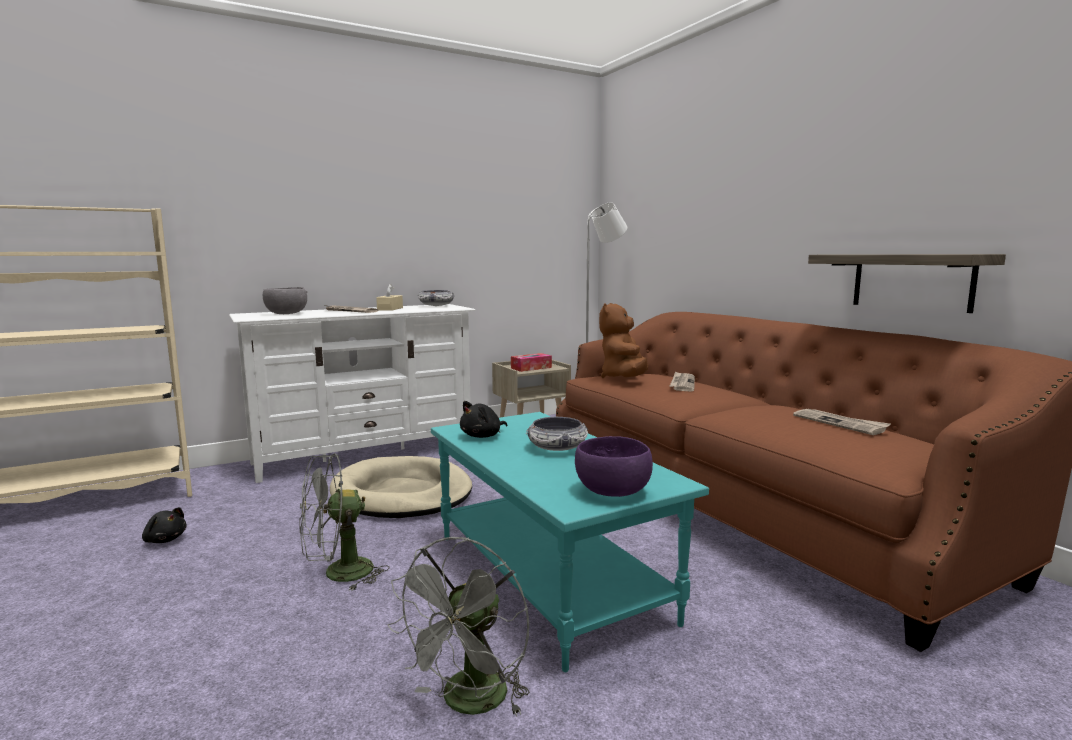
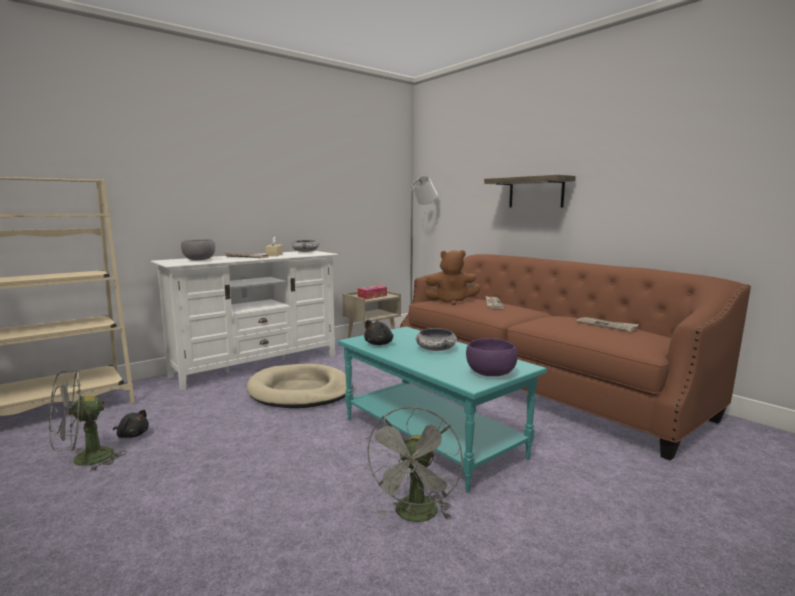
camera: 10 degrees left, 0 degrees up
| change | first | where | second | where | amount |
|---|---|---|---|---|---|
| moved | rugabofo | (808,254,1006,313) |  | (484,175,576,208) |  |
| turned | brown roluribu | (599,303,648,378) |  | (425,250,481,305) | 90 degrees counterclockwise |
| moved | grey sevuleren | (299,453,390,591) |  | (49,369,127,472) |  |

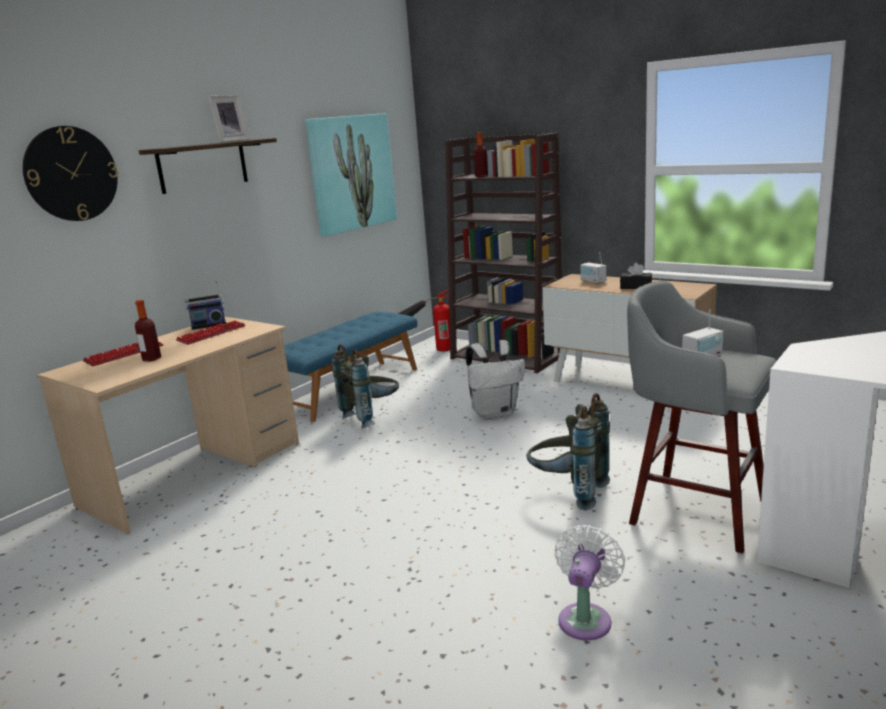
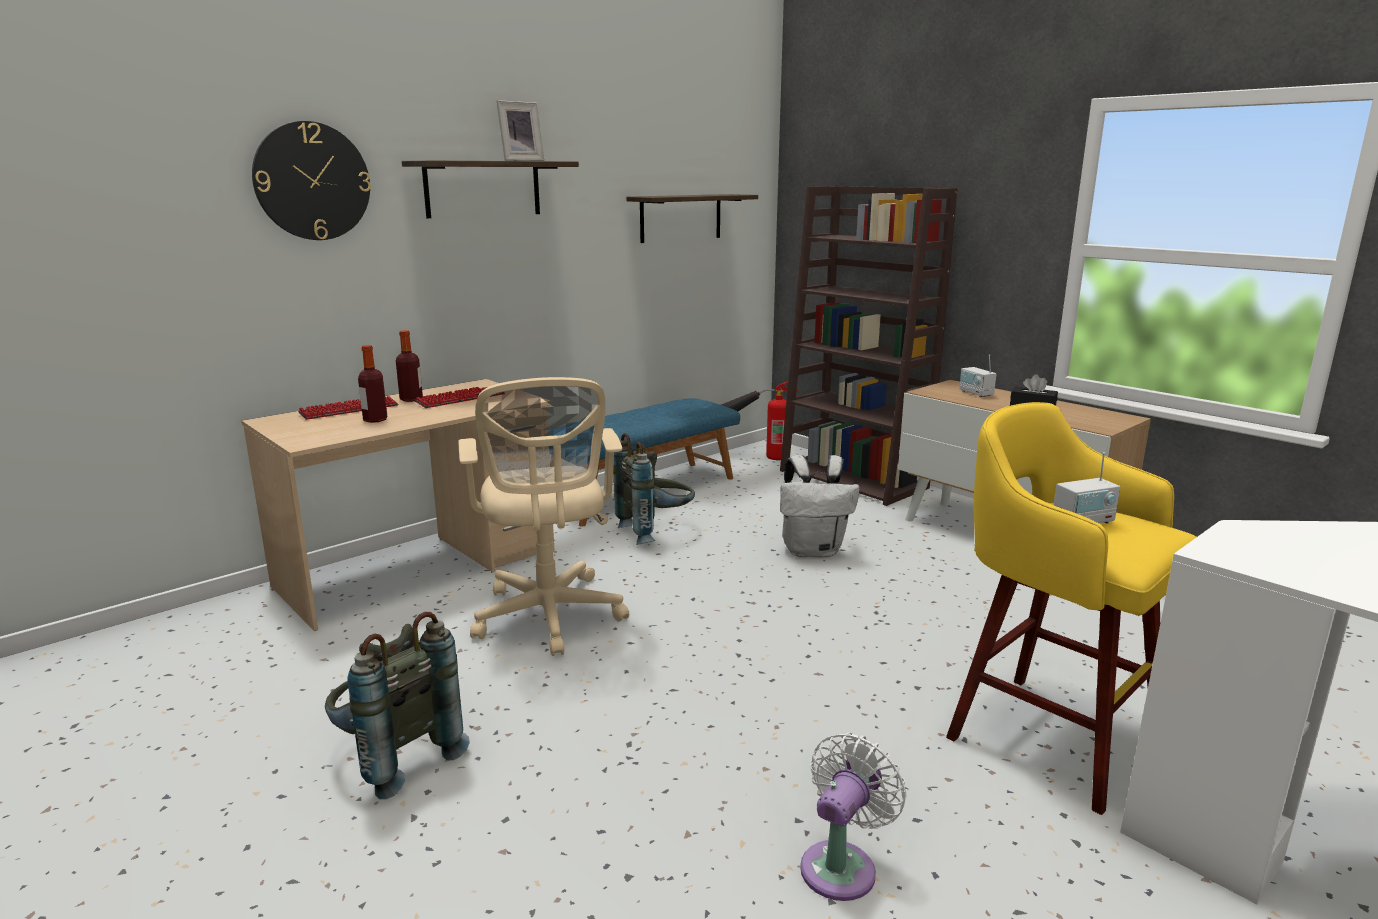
camera: 10 degrees right, 0 degrees up
| change | first | where | second | where | amount |
|---|---|---|---|---|---|
| replaced | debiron | (305,113,397,237) | rugabofo | (626,194,758,243) |  |
| moved | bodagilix | (474,132,488,177) |  | (396,330,423,402) |  |
| removed | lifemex | (185,281,226,330) |  |  |  |
| recoloured | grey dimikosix | (627,281,777,554) | yellow dimikosix | (946,402,1196,815) |  |
| moved | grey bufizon | (526,393,610,511) |  | (325,612,470,799) |  |
| added |  |  | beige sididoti | (458,377,629,656) |  |

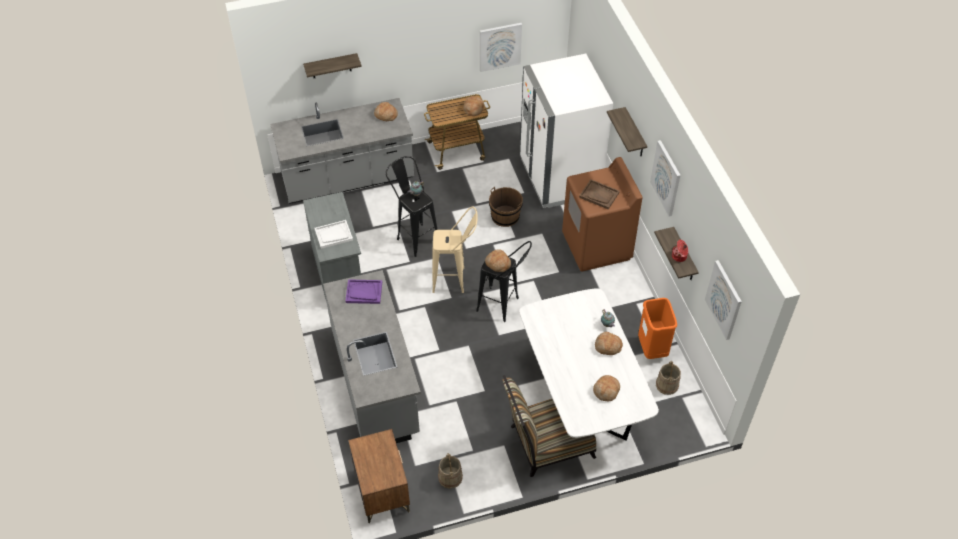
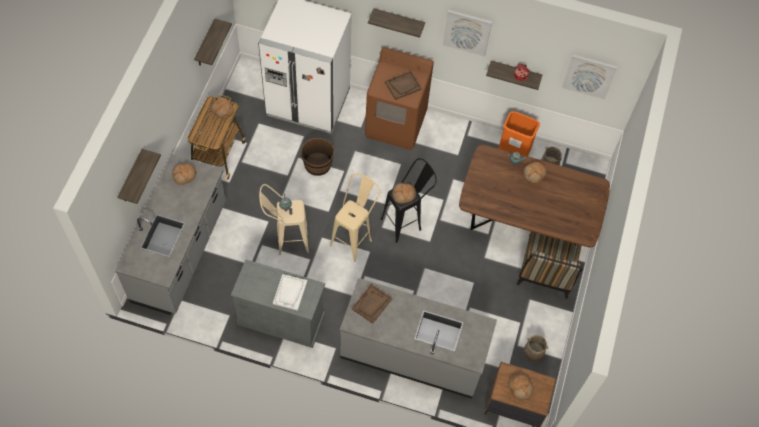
camera: 60 degrees left, 10 degrees up
| change | first | where | second | where | amount |
|---|---|---|---|---|---|
| replaced | debiron | (480,23,522,72) | rugabofo | (194,18,232,65) |  |
| recoloured | black dimikosix | (386,156,438,257) | beige dimikosix | (259,184,309,255) |  |
| recoloured | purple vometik | (345,279,382,304) | brown vometik | (352,284,392,324) |  |
| recoloured | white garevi | (519,288,659,441) | brown garevi | (459,145,610,248) |  |
| moved | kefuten | (593,375,620,402) |  | (508,374,534,400) |  |

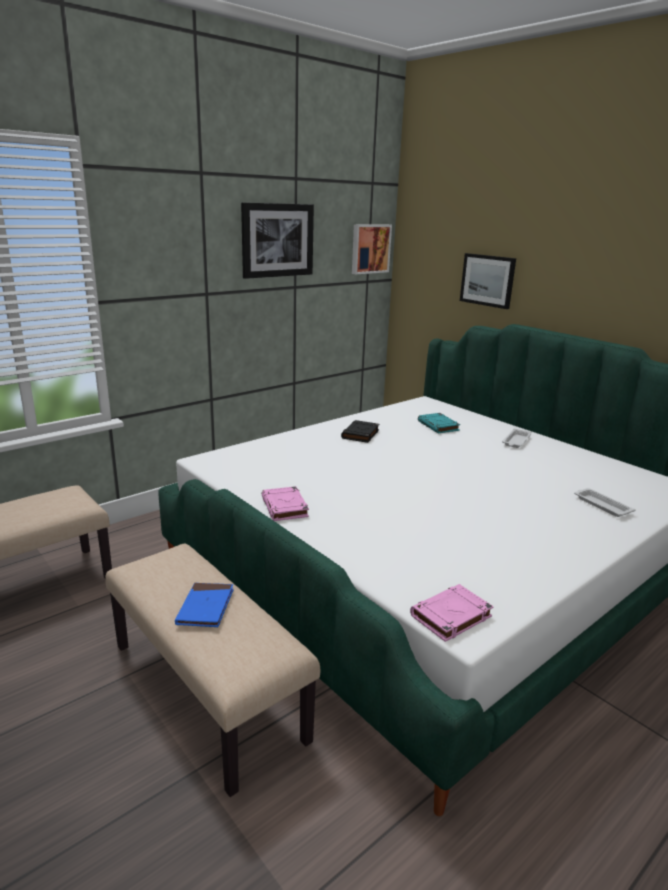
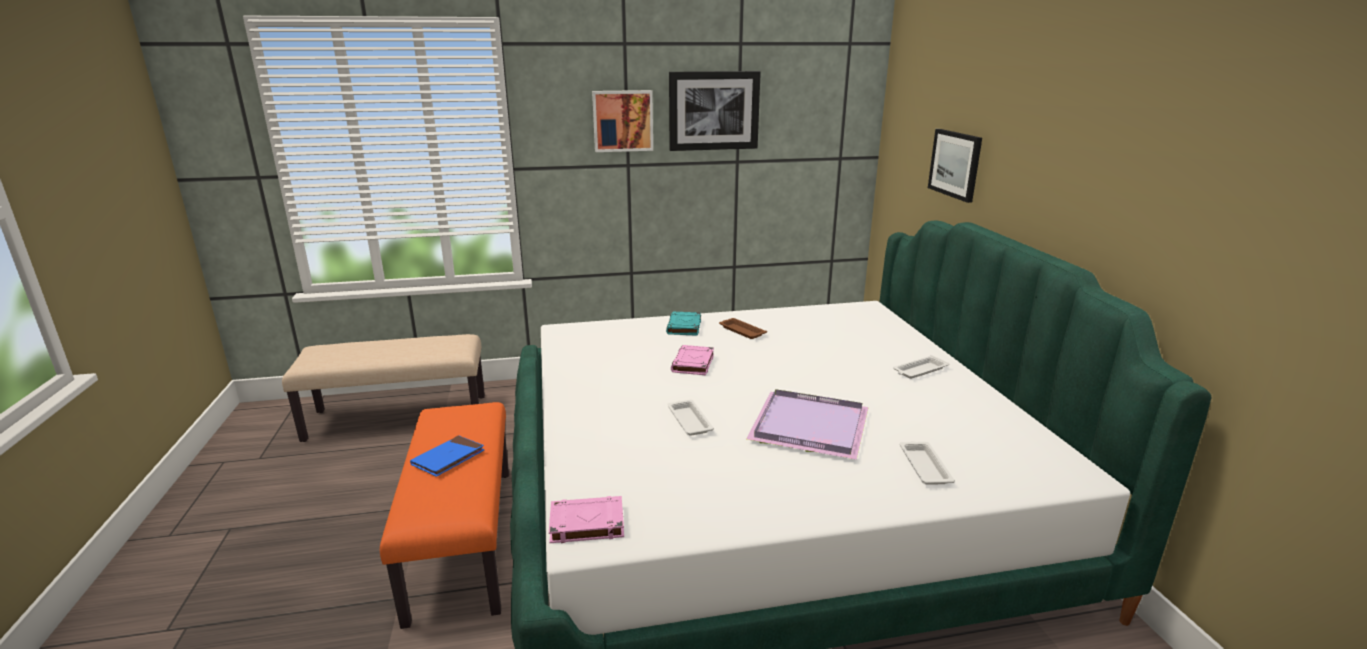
camera: 30 degrees right, 0 degrees up
| change | first | where | second | where | amount |
|---|---|---|---|---|---|
| moved | debiron | (352,224,392,274) |  | (592,90,653,152) |  |
| moved | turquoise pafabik | (418,413,460,433) |  | (666,312,701,336) |  |
| replaced | black pafabik | (341,420,379,443) | brown vometik | (719,318,767,339) |  |
| moved | pink pafabik | (262,486,309,521) |  | (671,345,714,375) |  |
| recoloured | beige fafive | (105,544,320,797) | orange fafive | (380,402,509,629) |  |
| added |  |  | purple vometik | (746,389,869,460) |  |
| added |  |  | white vometik | (667,400,714,436) |  |

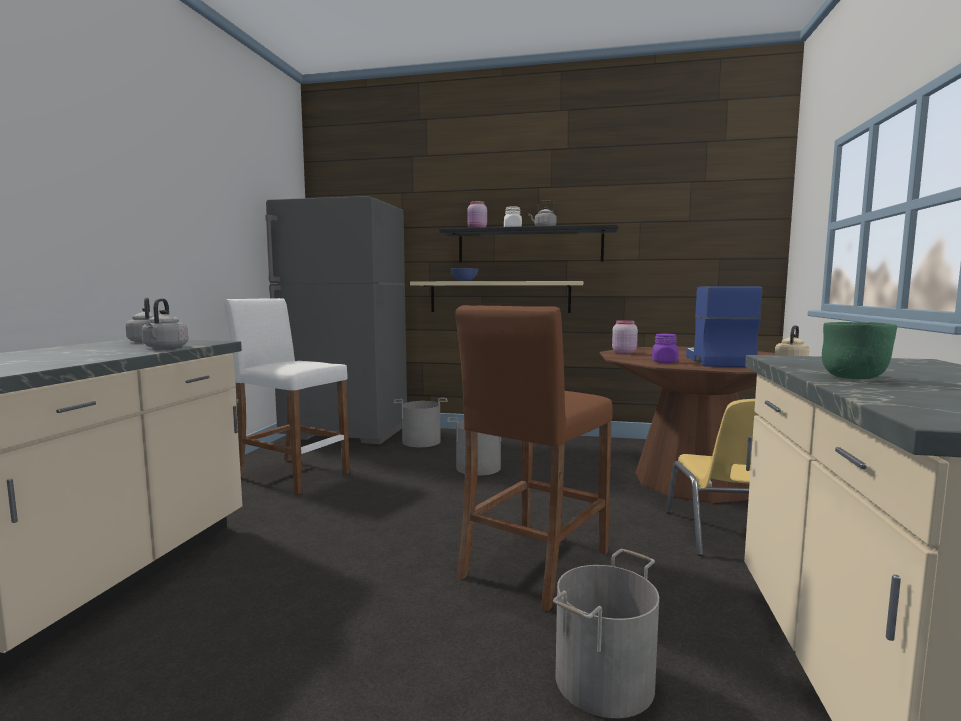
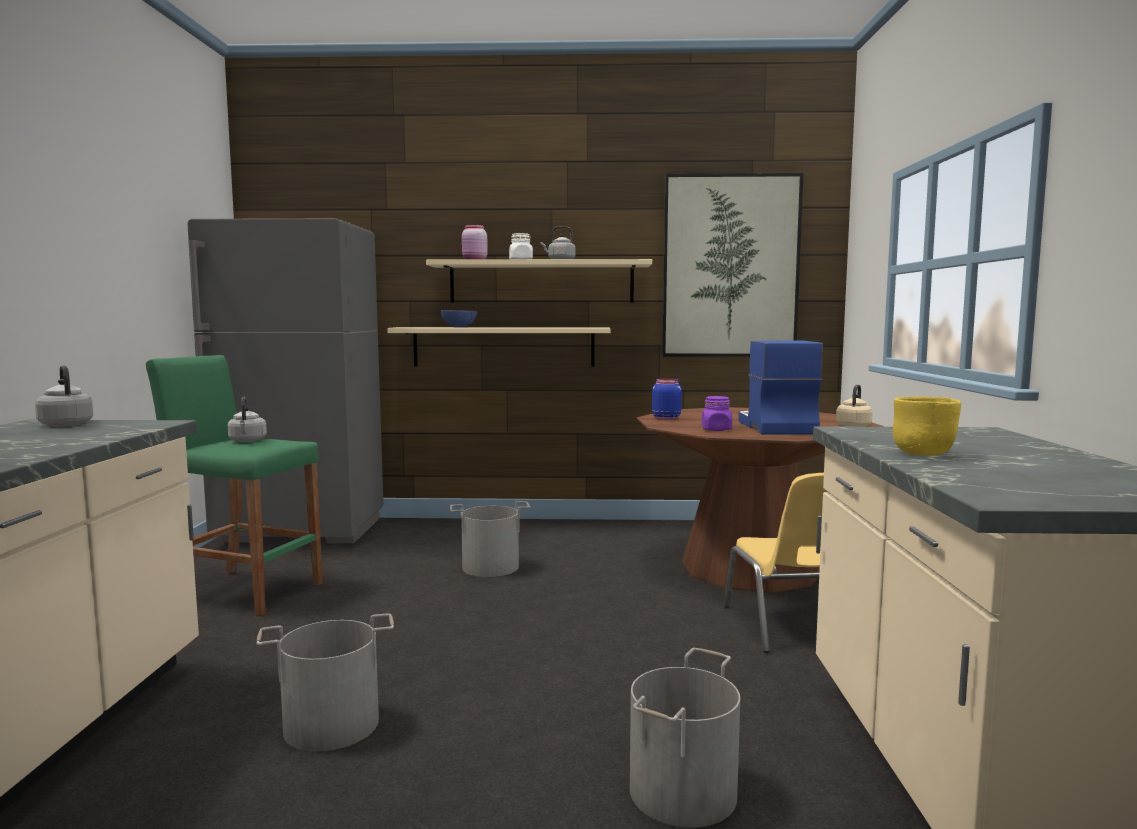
camera: 10 degrees left, 0 degrees up
| change | first | where | second | where | amount |
|---|---|---|---|---|---|
| recoloured | black rugabofo | (439,224,618,263) | beige rugabofo | (426,259,652,303) |  |
| moved | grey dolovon | (142,298,188,349) |  | (228,397,267,442) |  |
| recoloured | white dimikosix | (224,298,350,494) | green dimikosix | (146,355,323,616) |  |
| removed | brown dimikosix | (455,305,613,612) |  |  |  |
| recoloured | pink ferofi | (612,320,638,354) | blue ferofi | (652,379,682,420) |  |
| recoloured | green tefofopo | (822,322,897,379) | yellow tefofopo | (893,397,961,456) |  |
| moved | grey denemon | (394,398,448,447) |  | (257,613,394,752) |  |
| added |  |  | debiron | (662,173,804,357) |  |

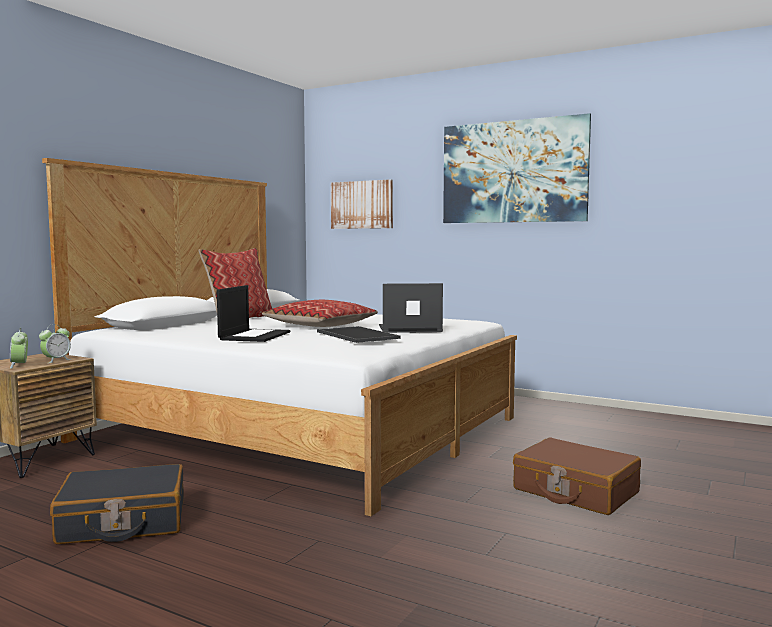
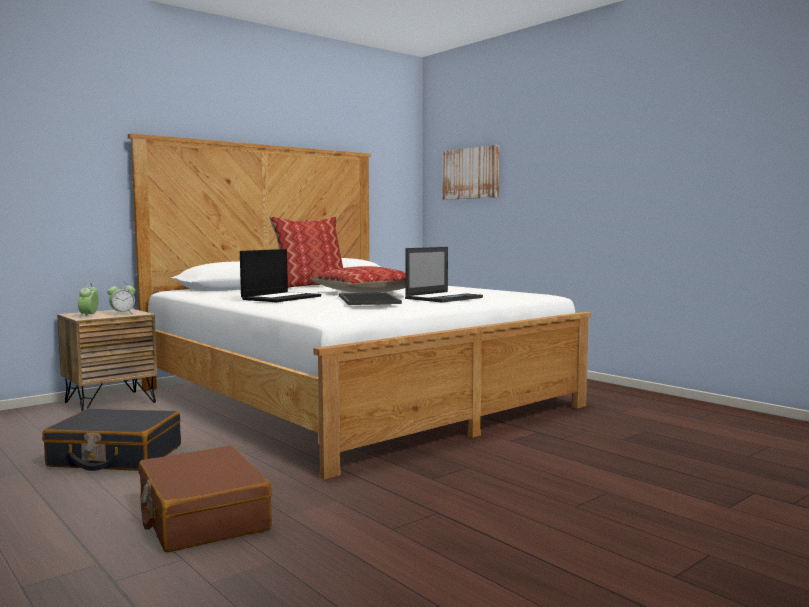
camera: 20 degrees right, 0 degrees up
| change | first | where | second | where | amount |
|---|---|---|---|---|---|
| removed | debiron | (443,113,591,223) |  |  |  |
| turned | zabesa | (379,283,443,333) |  | (405,247,483,303) | 120 degrees clockwise |
| moved | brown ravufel | (513,437,641,515) |  | (139,446,272,552) |  |

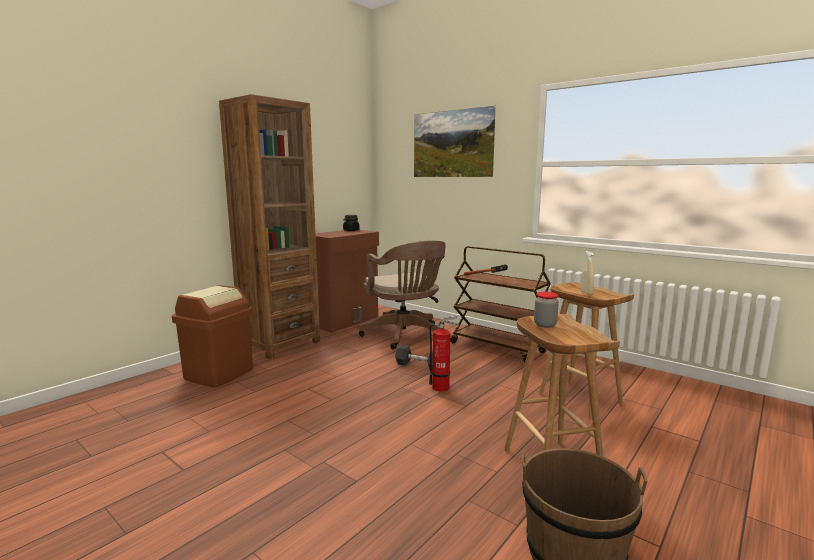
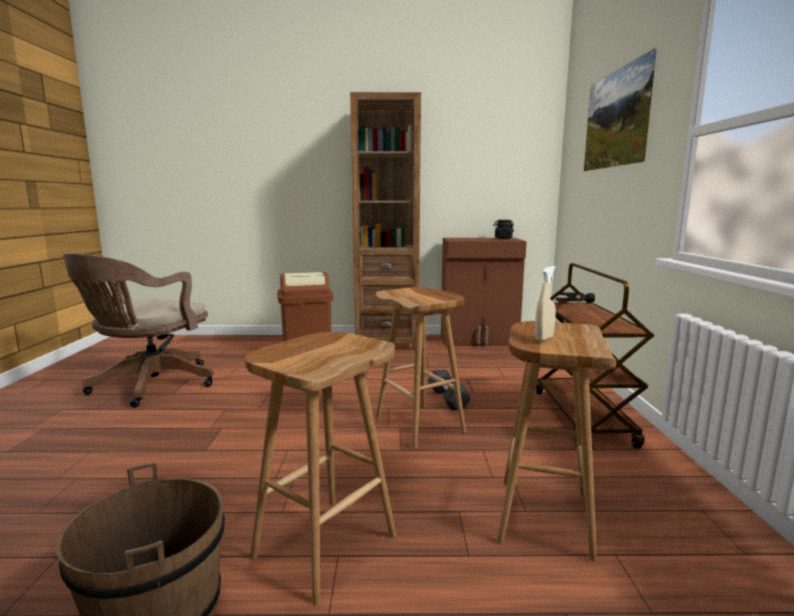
camera: 50 degrees right, 0 degrees up
| change | first | where | second | where | amount |
|---|---|---|---|---|---|
| moved | brown sididoti | (359,241,446,350) |  | (63,253,214,408) |  |
| removed | ferofi | (534,292,559,328) |  |  |  |
| replaced | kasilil | (429,315,459,391) | brown dimikosix | (376,287,466,448) |  |

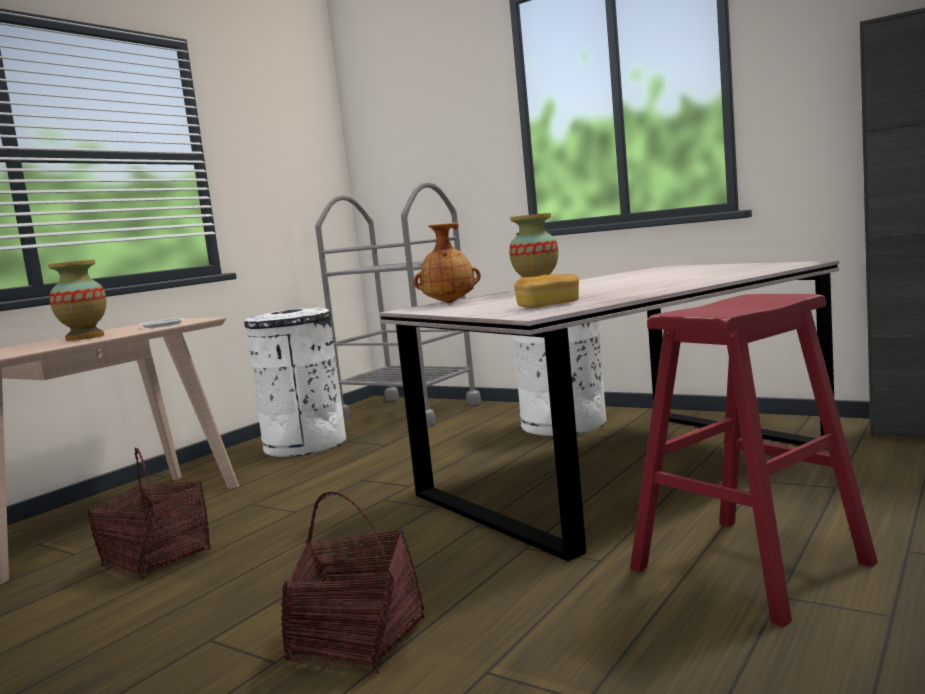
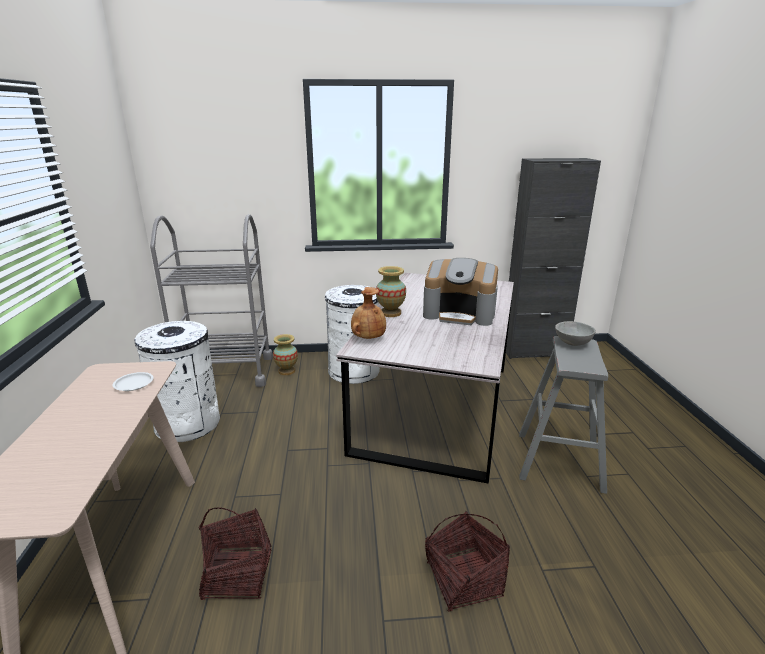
camera: 40 degrees left, 15 degrees up
| change | first | where | second | where | amount |
|---|---|---|---|---|---|
| moved | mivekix | (48,260,107,341) |  | (273,334,298,375) |  |
| removed | kefuten | (514,274,579,308) |  |  |  |
| recoloured | red dimikosix | (630,294,878,627) | grey dimikosix | (519,336,608,494) |  |
| added |  |  | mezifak | (423,258,498,326) |  |
| added |  |  | grey tefofopo | (555,321,596,346) |  |

